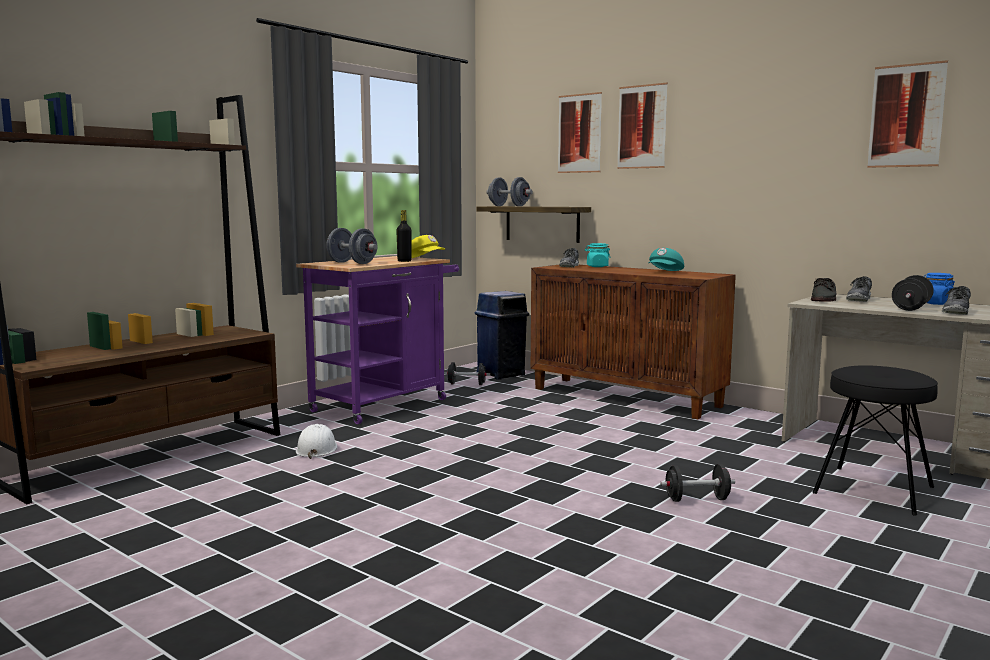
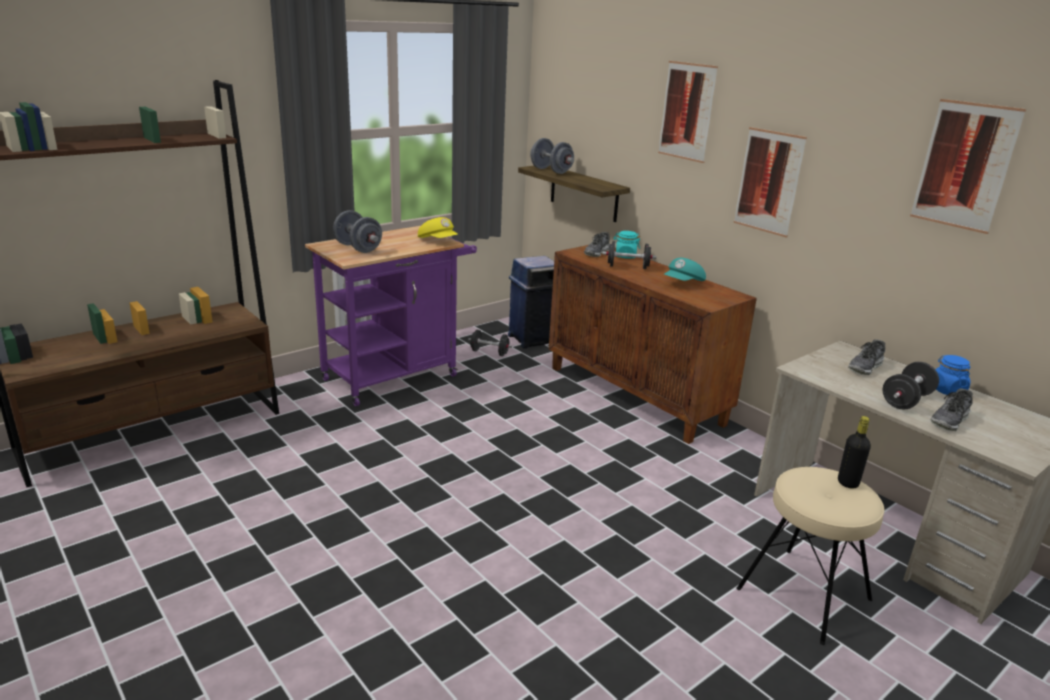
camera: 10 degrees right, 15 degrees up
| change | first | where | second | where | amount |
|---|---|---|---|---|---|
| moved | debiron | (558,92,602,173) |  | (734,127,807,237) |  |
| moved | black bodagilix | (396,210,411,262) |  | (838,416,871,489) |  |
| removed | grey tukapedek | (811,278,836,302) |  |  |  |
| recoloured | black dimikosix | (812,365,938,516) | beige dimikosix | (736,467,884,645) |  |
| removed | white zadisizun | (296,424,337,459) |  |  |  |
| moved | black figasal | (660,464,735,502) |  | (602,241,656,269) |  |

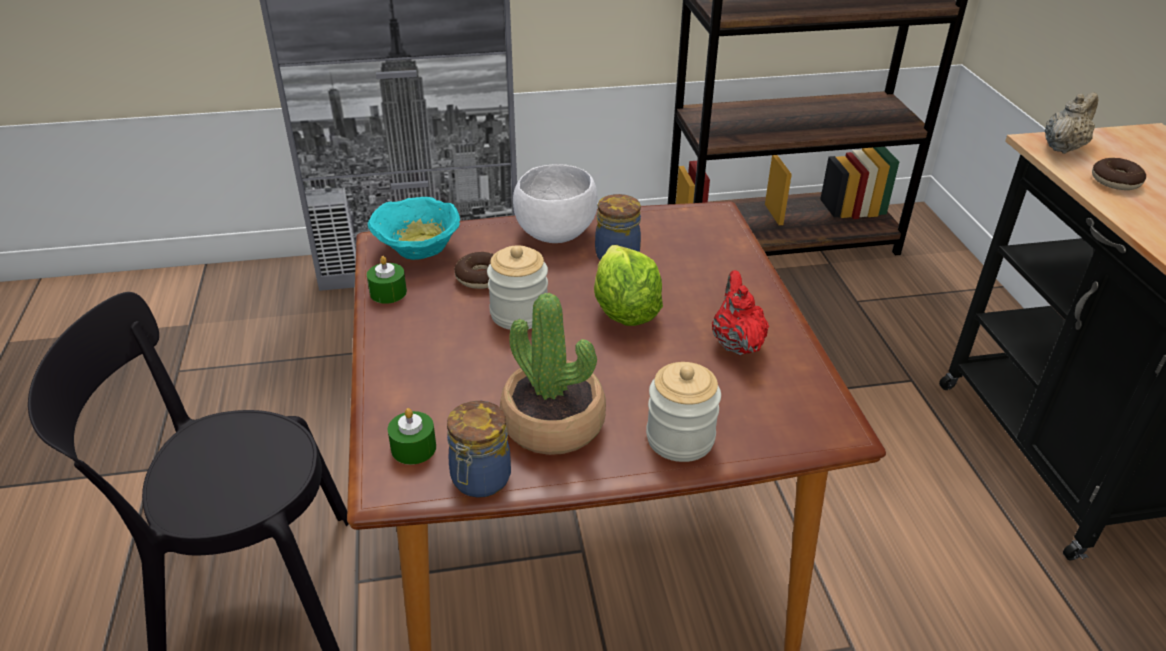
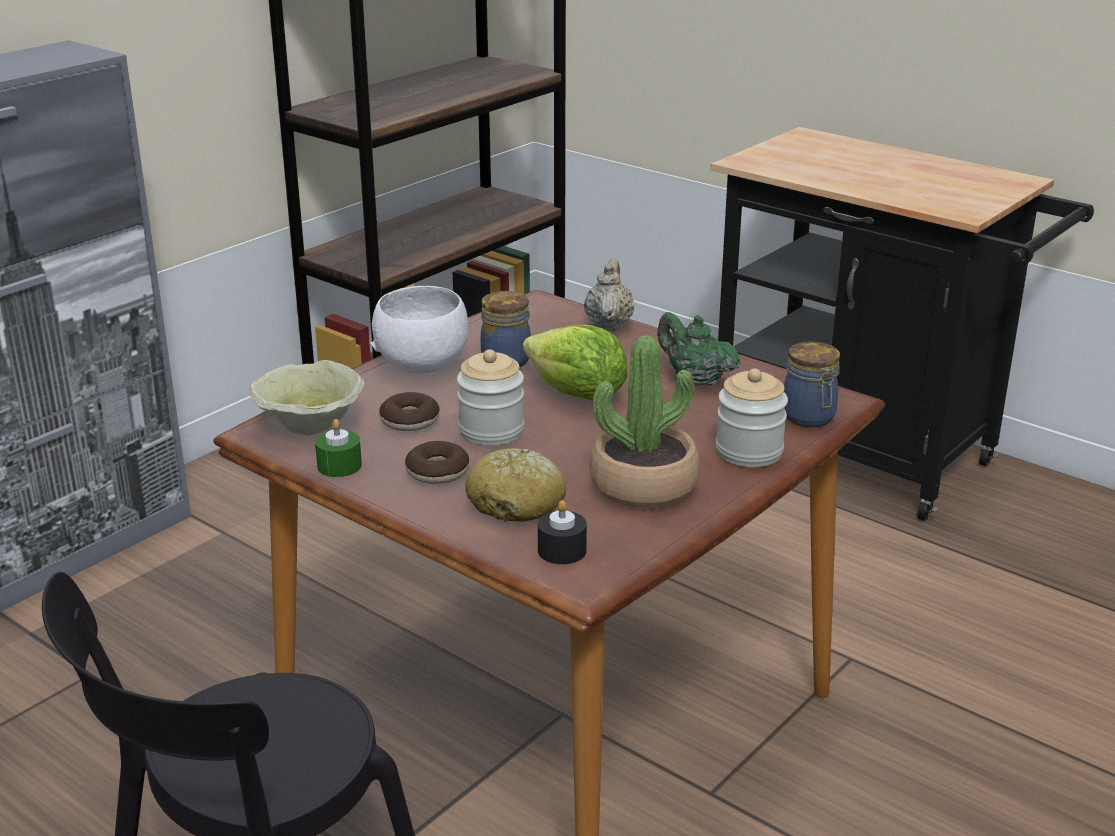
camera: 40 degrees left, 10 degrees down
| change | first | where | second | where | amount |
|---|---|---|---|---|---|
| moved | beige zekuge | (1045,92,1099,154) |  | (584,258,634,331) |  |
| moved | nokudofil | (1092,158,1146,190) |  | (405,441,469,484) |  |
| recoloured | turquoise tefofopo | (368,197,460,260) | beige tefofopo | (249,360,364,436) |  |
| recoloured | red zekuge | (712,270,769,355) | green zekuge | (657,312,741,387) |  |
| moved | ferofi | (447,401,511,498) |  | (784,341,840,427) |  |
| recoloured | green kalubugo | (388,408,436,465) | black kalubugo | (538,500,587,564) |  |
| added |  |  | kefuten | (465,448,566,522) |  |

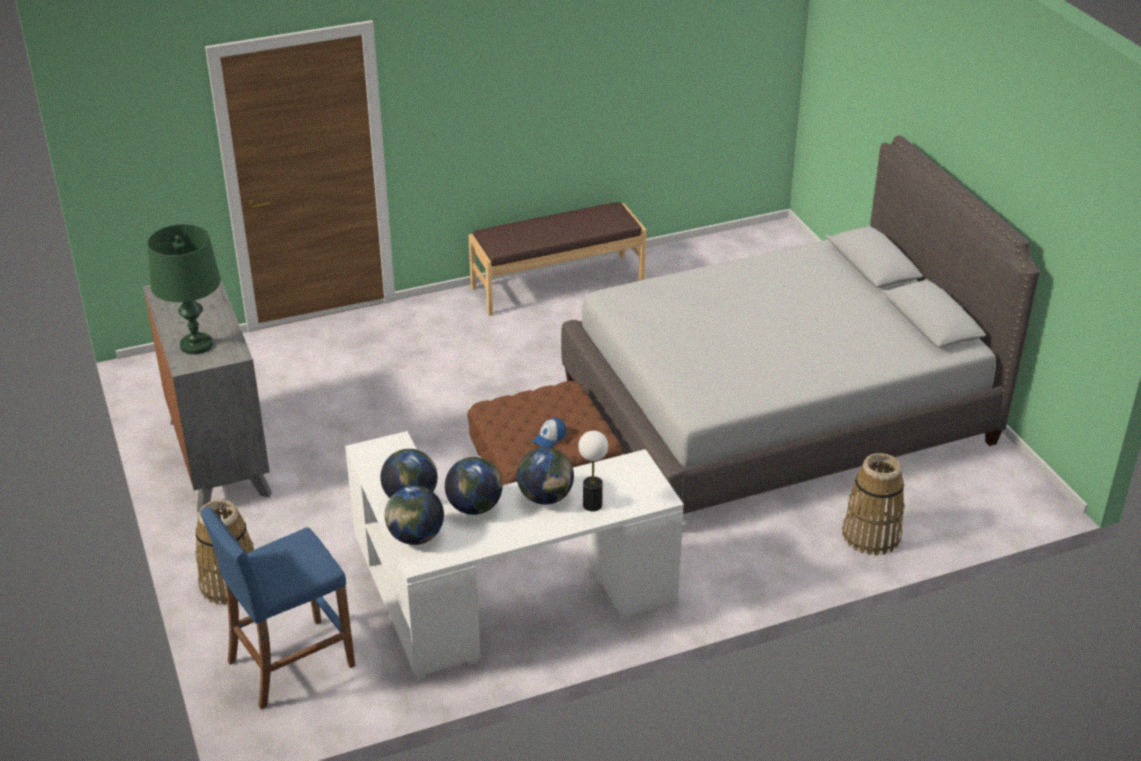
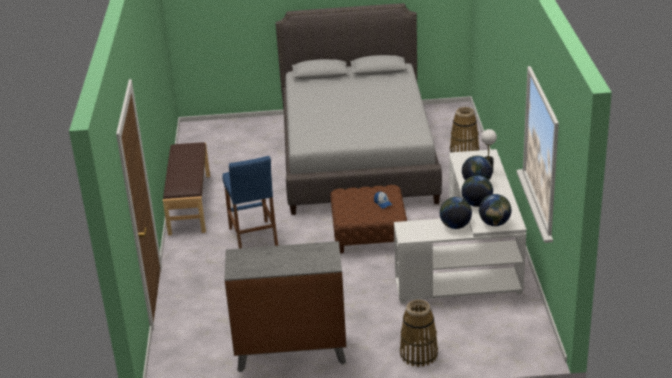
camera: 70 degrees left, 5 degrees down
| change | first | where | second | where | amount |
|---|---|---|---|---|---|
| removed | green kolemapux | (147,224,221,355) |  |  |  |
| moved | blue dimikosix | (200,507,355,709) |  | (222,156,278,249) |  |

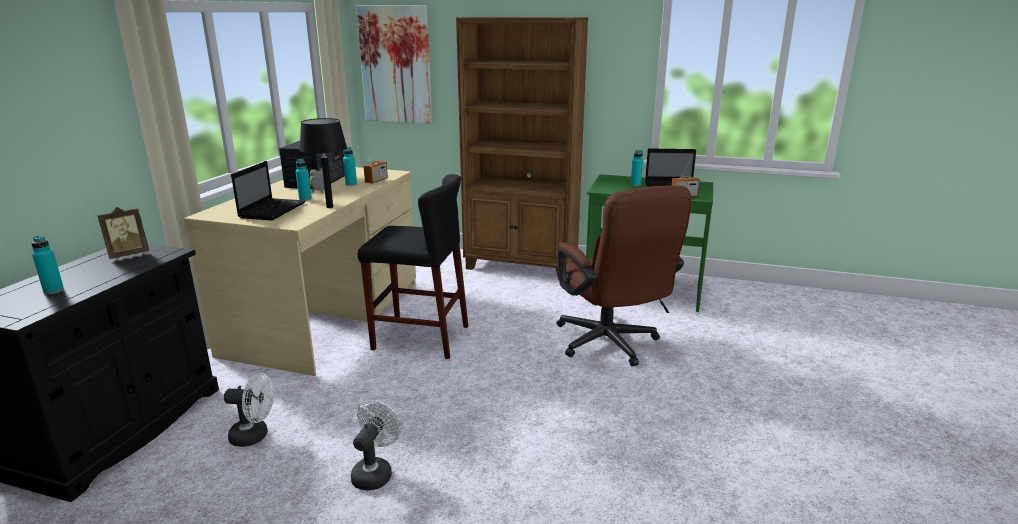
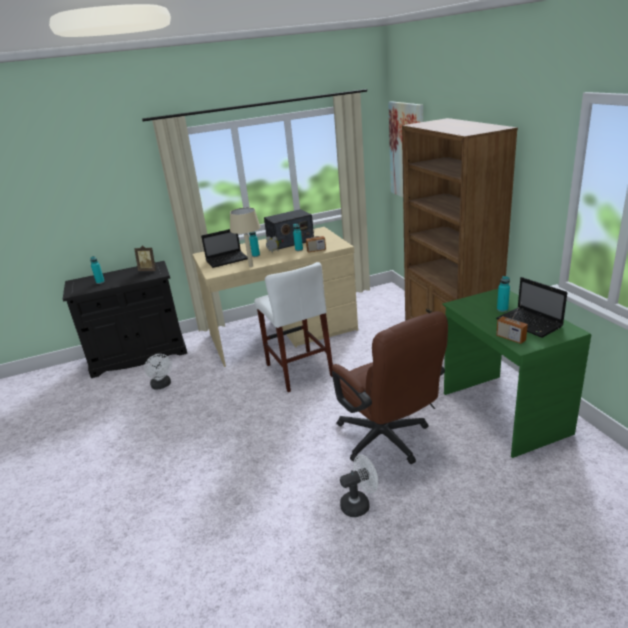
camera: 55 degrees right, 5 degrees up
| change | first | where | second | where | amount |
|---|---|---|---|---|---|
| recoloured | black kolemapux | (299,118,347,208) | beige kolemapux | (230,207,261,267) |  |
| recoloured | black dimikosix | (358,174,468,359) | white dimikosix | (254,262,333,392) |  |
| turned | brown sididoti | (556,185,691,366) |  | (332,311,448,464) | 60 degrees counterclockwise |
| moved | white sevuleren | (351,400,401,490) |  | (340,454,378,517) |  |

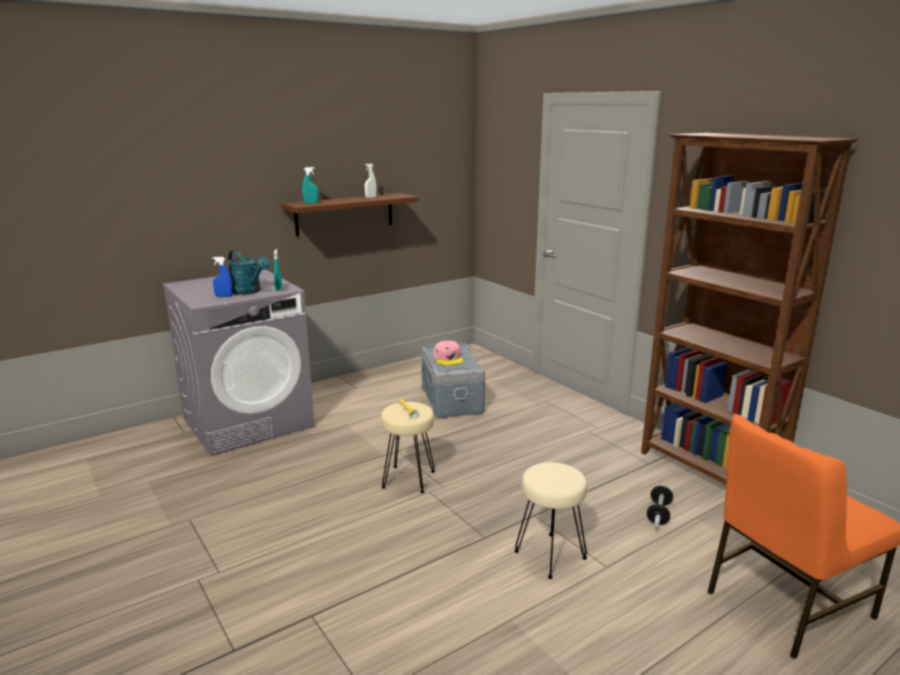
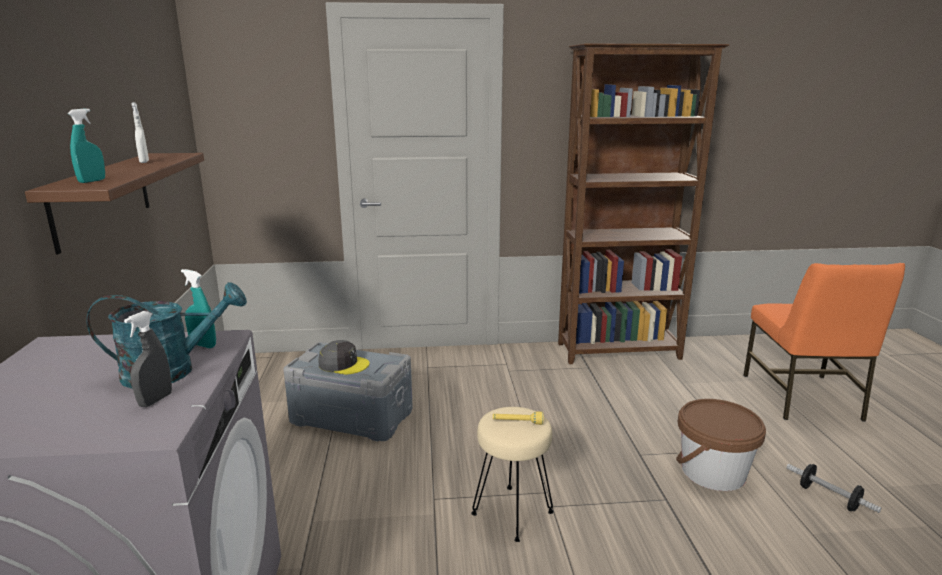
camera: 60 degrees left, 0 degrees up
| change | first | where | second | where | amount |
|---|---|---|---|---|---|
| recoloured | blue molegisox | (212,257,232,297) | grey molegisox | (124,311,172,407) |  |
| recoloured | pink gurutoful | (433,341,463,365) | grey gurutoful | (319,340,370,374) |  |
| replaced | beige dimikosix | (514,462,587,579) | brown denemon | (676,399,766,491) |  |
| moved | figasal | (647,485,673,527) |  | (787,464,881,513) |  |

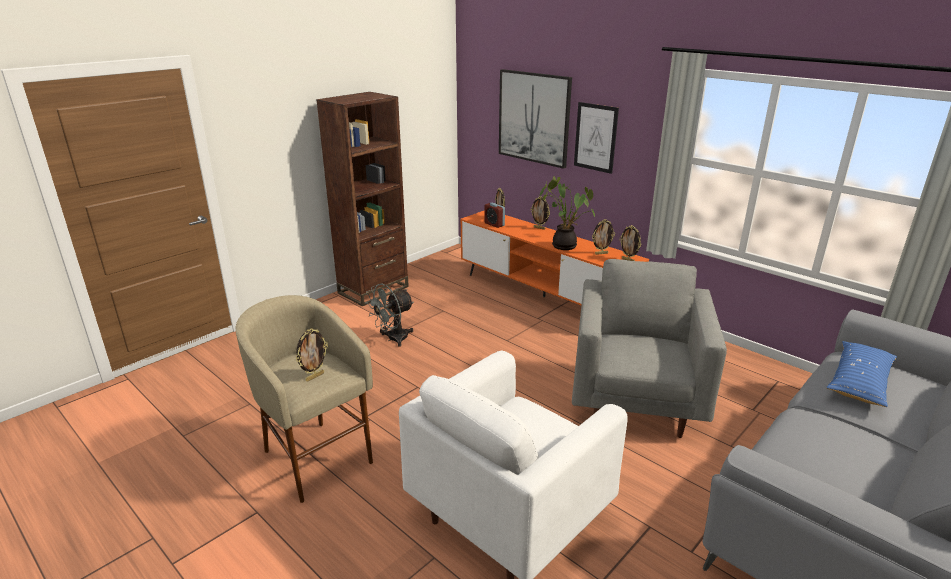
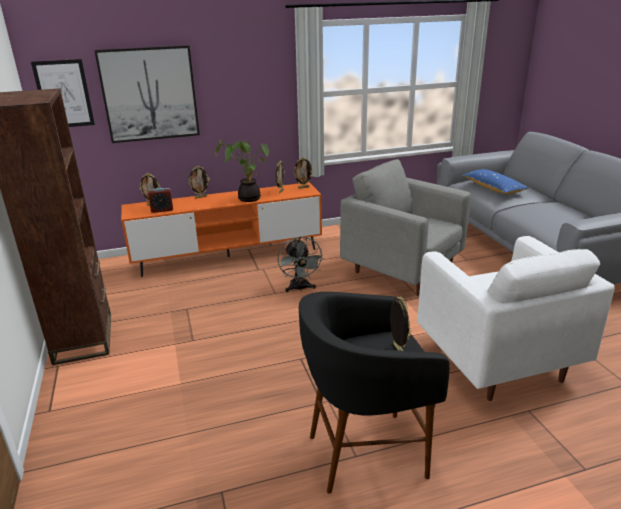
camera: 60 degrees left, 0 degrees up
| change | first | where | second | where | amount |
|---|---|---|---|---|---|
| moved | debiron | (574,102,619,174) |  | (31,59,95,127) |  |
| moved | grey sevuleren | (365,284,414,347) |  | (278,236,324,292) |  |
| recoloured | beige dimikosix | (236,295,373,503) | black dimikosix | (299,292,450,493) |  |

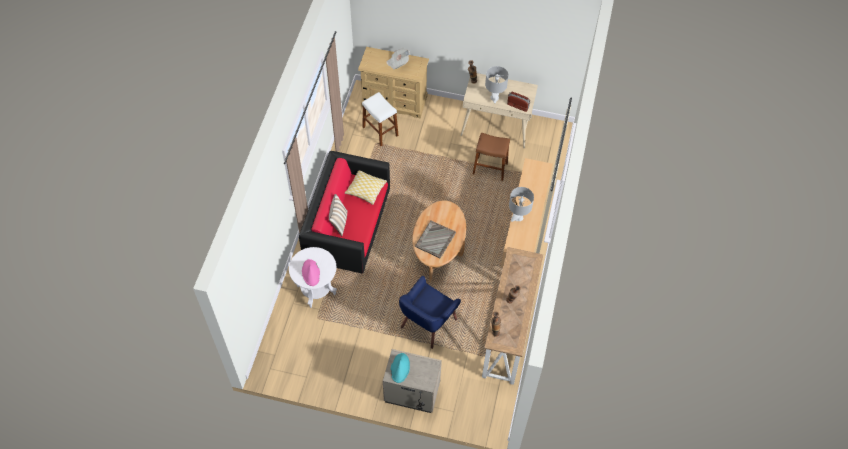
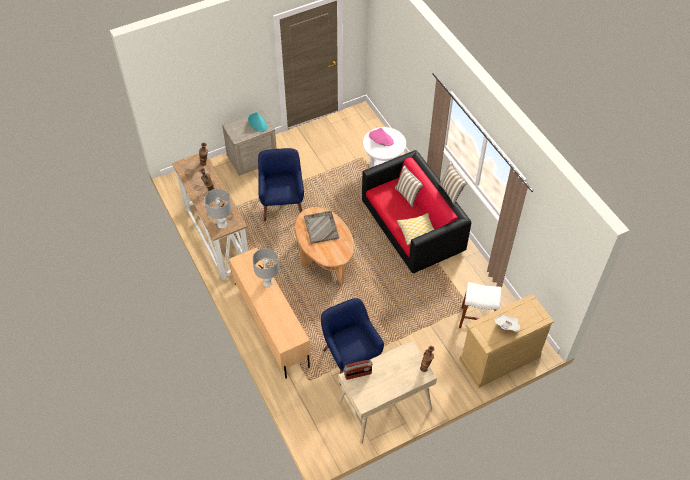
camera: 140 degrees right, 5 degrees down
| change | first | where | second | where | amount |
|---|---|---|---|---|---|
| moved | grey kolemapux | (485,66,509,103) |  | (204,189,232,228) |  |
| replaced | brown dimikosix | (473,133,510,181) | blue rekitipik | (321,298,384,385) |  |
| added |  |  | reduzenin | (439,162,467,206) |  |

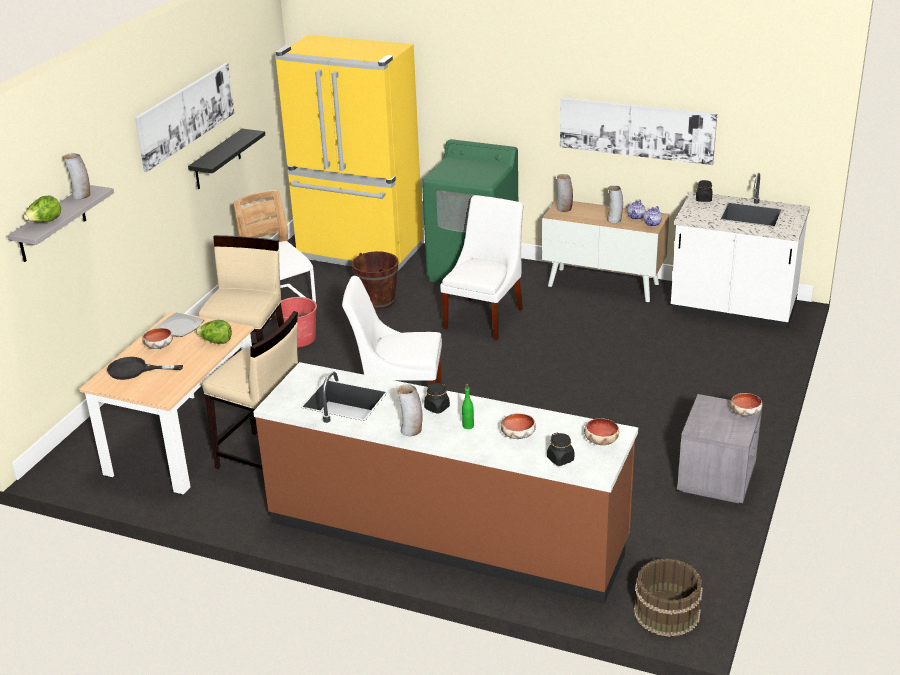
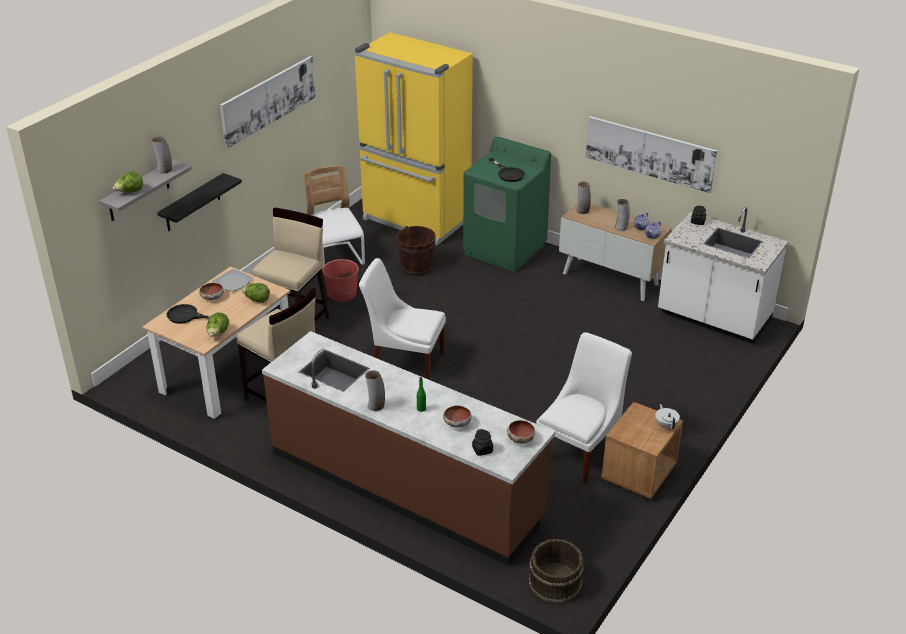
camera: 10 degrees right, 5 degrees up
| change | first | where | second | where | amount |
|---|---|---|---|---|---|
| moved | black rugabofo | (188,129,265,189) |  | (157,173,242,231) |  |
| moved | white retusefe | (440,195,523,340) |  | (536,332,632,483) |  |
| removed | black ferofi | (424,383,450,414) |  |  |  |
| replaced | tefofopo | (730,393,763,416) | white zekuge | (655,404,680,429) |  |
| recoloured | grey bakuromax | (677,394,762,503) | brown bakuromax | (601,402,683,499) |  |
| added |  |  | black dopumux | (489,158,525,182) |  |
| added |  |  | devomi | (206,312,229,337) |  |

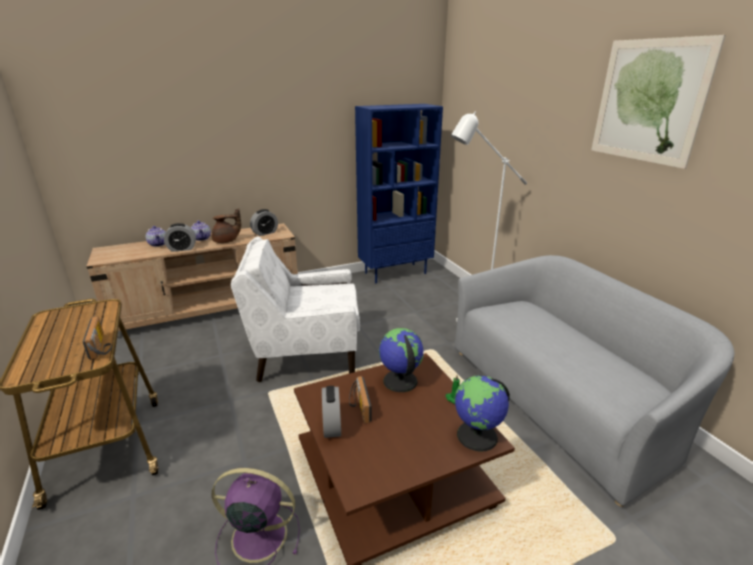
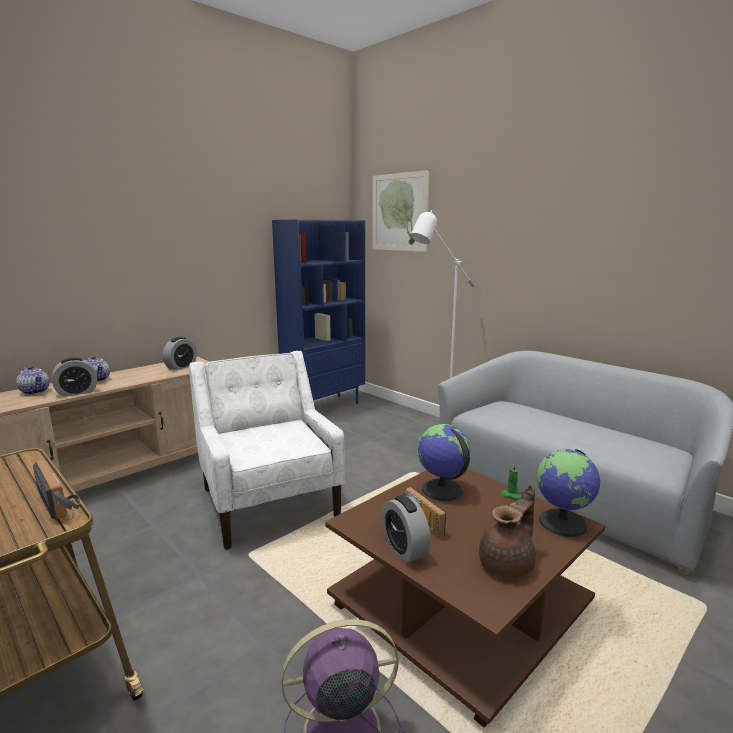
camera: 20 degrees left, 10 degrees down
| change | first | where | second | where | amount |
|---|---|---|---|---|---|
| moved | debiron | (591,35,726,169) |  | (372,170,429,252) |  |
| moved | brown zekuge | (212,208,241,243) |  | (479,484,536,578) |  |
| turned | white rekitipik | (231,236,360,382) |  | (189,351,345,550) | 90 degrees clockwise |

